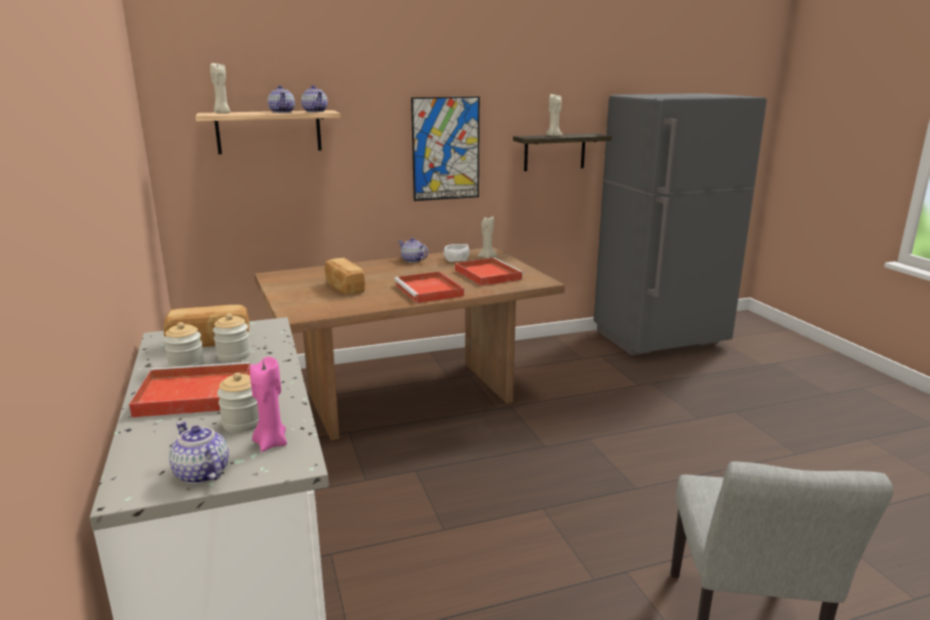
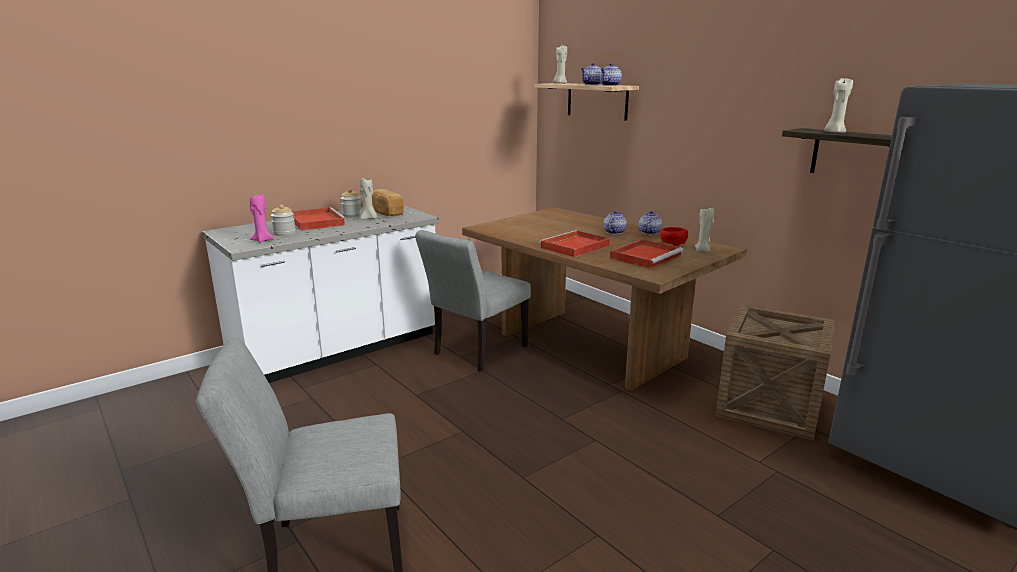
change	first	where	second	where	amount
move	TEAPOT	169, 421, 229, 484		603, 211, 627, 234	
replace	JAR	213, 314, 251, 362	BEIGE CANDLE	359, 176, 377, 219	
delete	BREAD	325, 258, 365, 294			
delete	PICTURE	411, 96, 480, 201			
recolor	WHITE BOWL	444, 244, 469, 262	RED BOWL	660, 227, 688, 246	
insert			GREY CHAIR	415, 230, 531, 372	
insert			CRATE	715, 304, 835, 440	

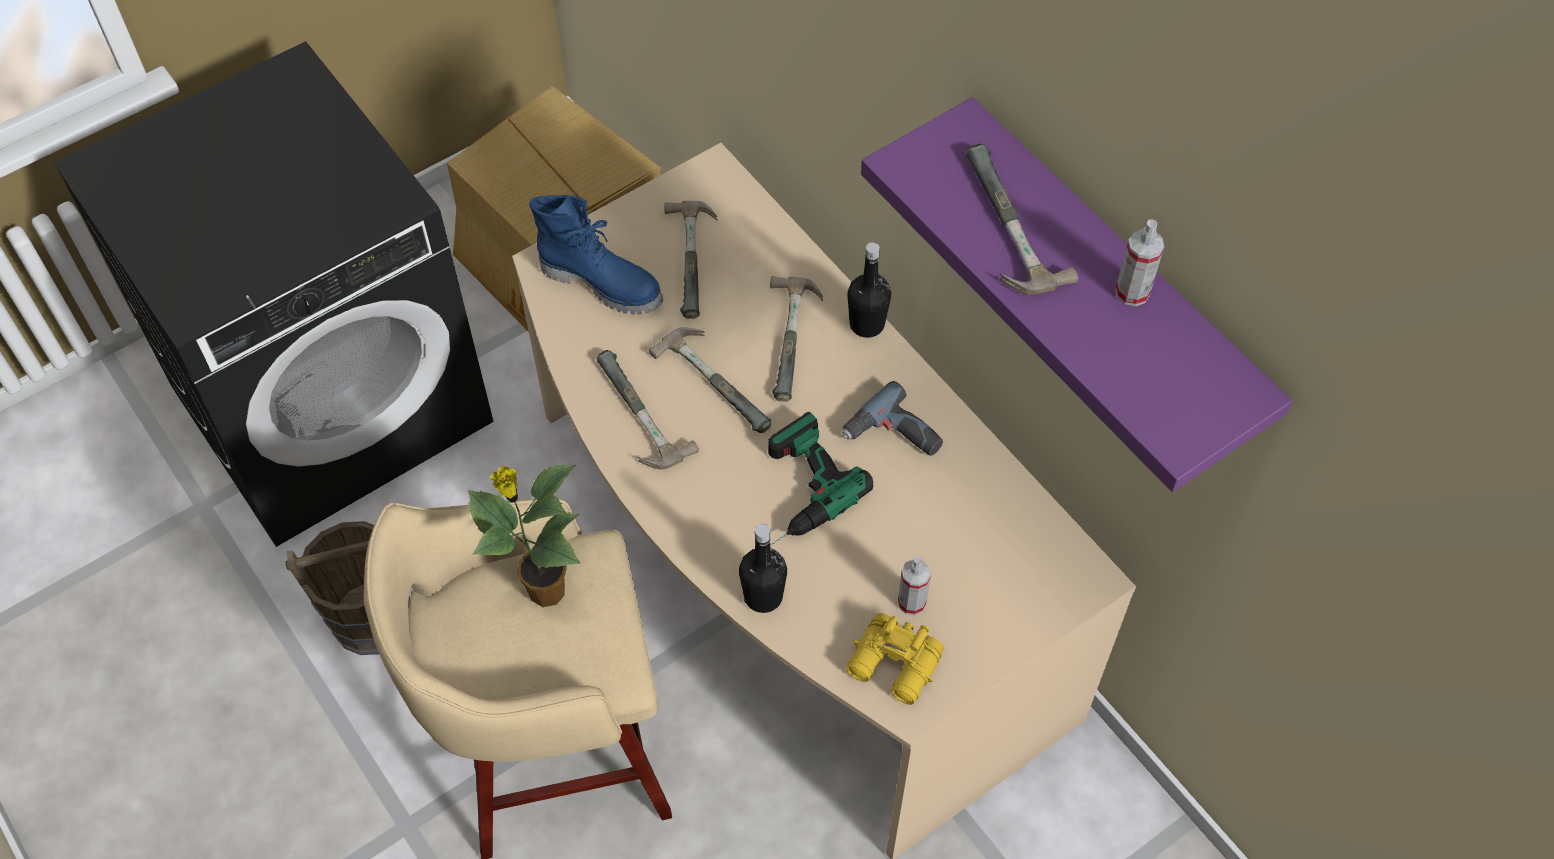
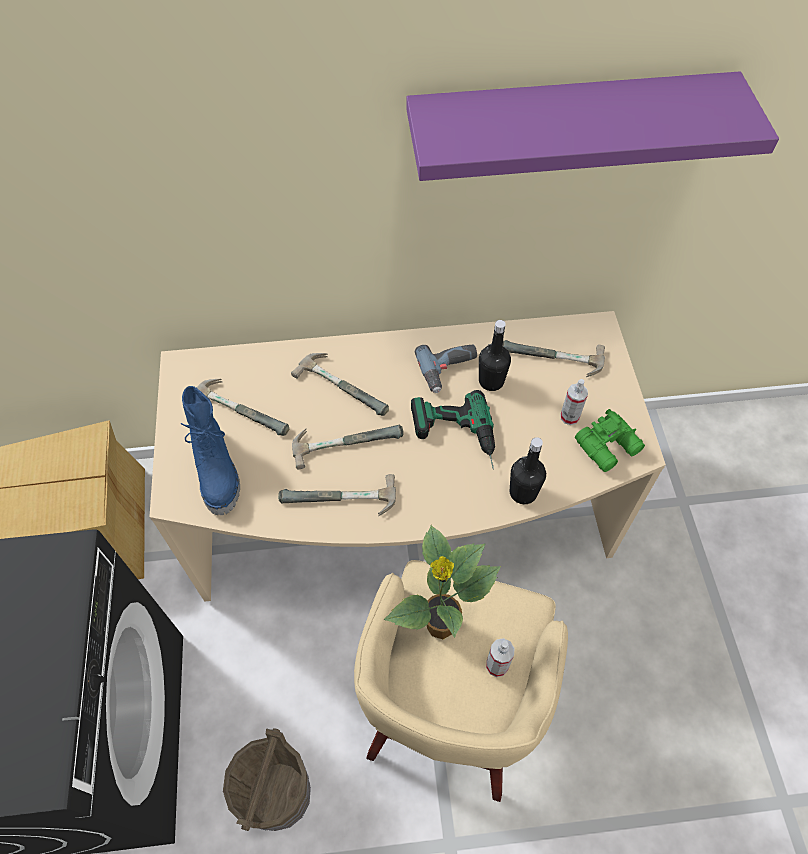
change	first	where	second	where	amount
rotate	BLUE BOOT	529, 195, 663, 314		181, 386, 240, 515	105 degrees clockwise
recolor	YELLOW BINOCULARS	846, 613, 944, 705	GREEN BINOCULARS	575, 409, 645, 472	
move	BLACK BOTTLE	847, 242, 891, 338		479, 320, 511, 391	
move	HAMMER	966, 144, 1078, 295		503, 340, 605, 377	
move	SPRAY BOTTLE	1115, 219, 1164, 306		486, 638, 514, 677	

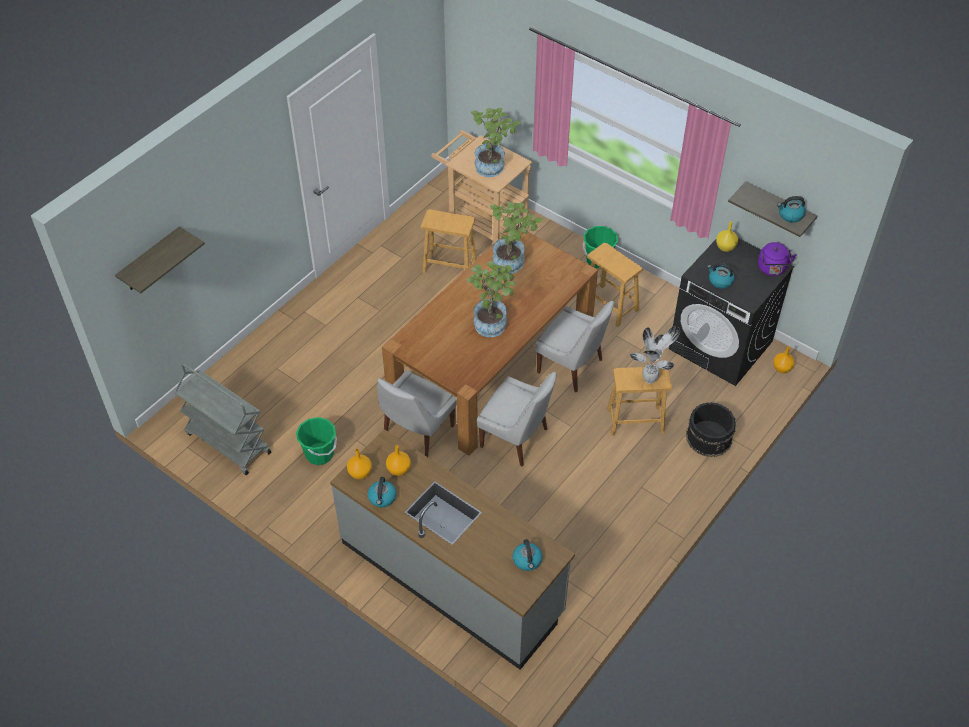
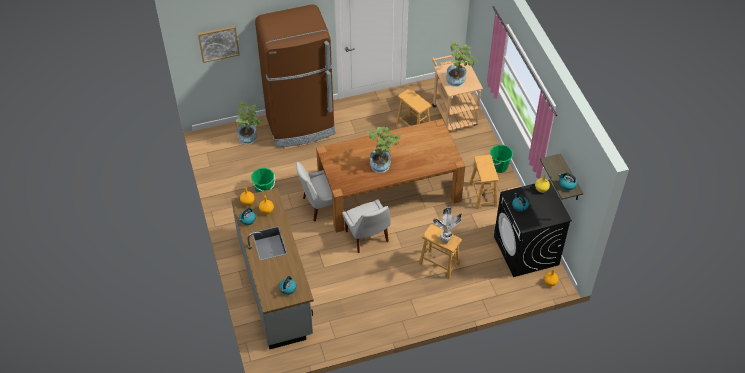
change	first	where	second	where	amount
replace	SHELF	115, 227, 205, 294	PICTURE	198, 26, 240, 63	
delete	GREY CART	174, 363, 271, 475			
move	POTTED PLANT	490, 202, 543, 274		236, 101, 263, 145	
delete	WHITE CHAIR	535, 301, 614, 392			
delete	BLACK BUCKET	686, 402, 736, 457			
delete	PURPLE KETTLE	758, 242, 796, 276			
insert			BROWN FRIDGE	255, 4, 335, 147	

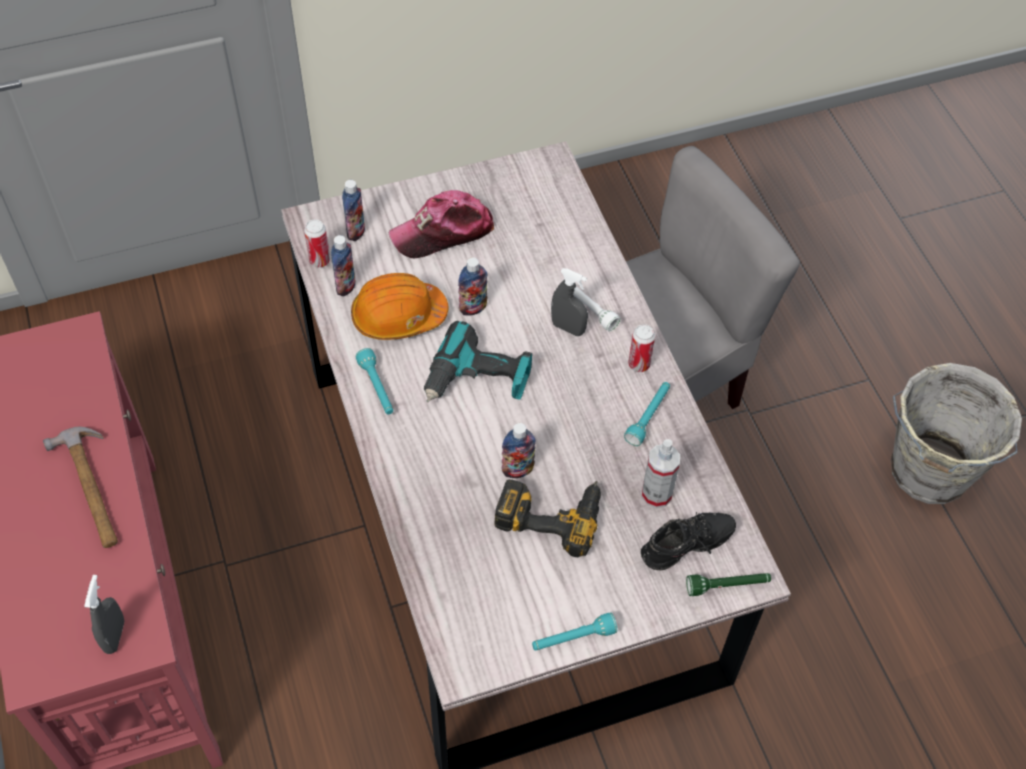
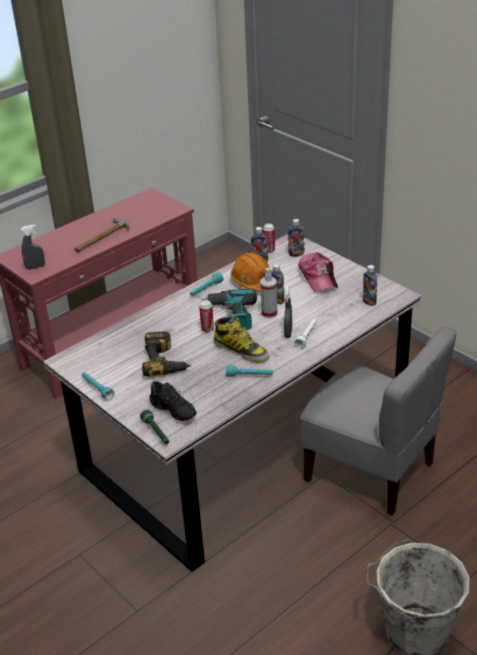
change	first	where	second	where	amount
rotate	CAP	388, 190, 494, 258		298, 252, 338, 292	150 degrees counterclockwise
move	BOTTLE	501, 423, 536, 478		363, 265, 377, 306	
move	CAN	628, 324, 655, 372		199, 300, 214, 332	
move	SPRAY BOTTLE	642, 439, 680, 508		260, 268, 277, 318	
insert			BOOT	214, 316, 269, 362	

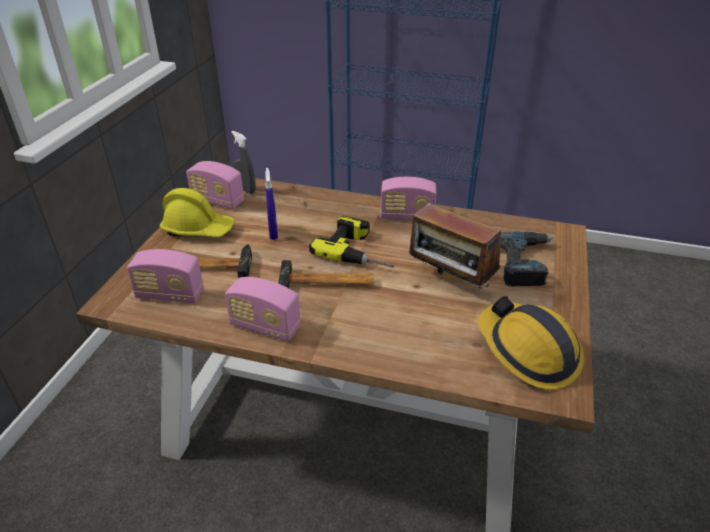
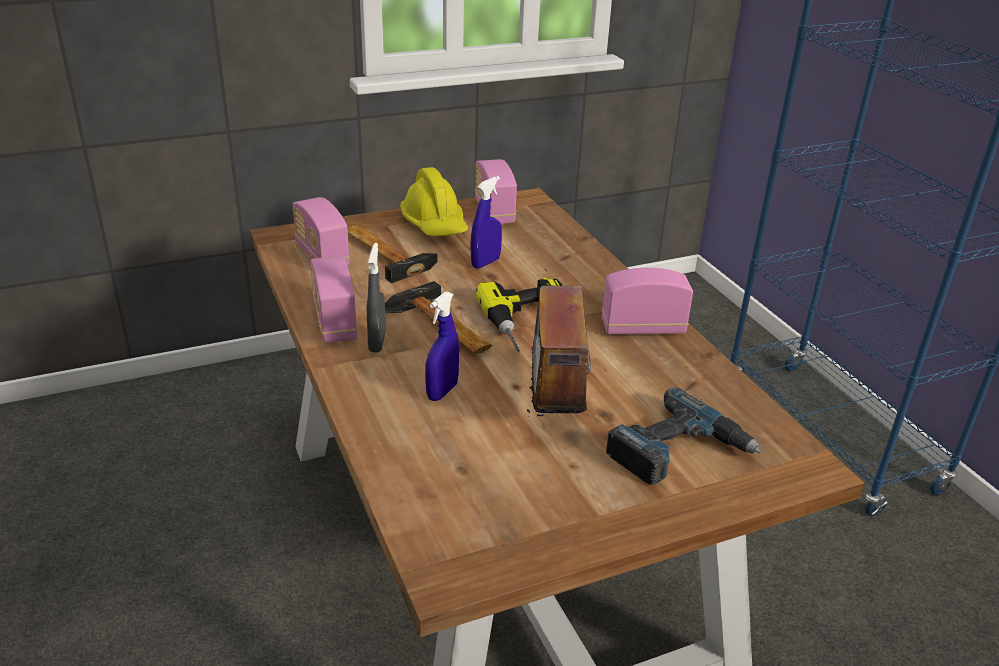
change	first	where	second	where	amount
move	GREY SPRAY BOTTLE	231, 131, 256, 194		367, 243, 386, 353	
rotate	RADIO	380, 177, 436, 221		602, 268, 693, 334	120 degrees clockwise
delete	HARD HAT	478, 296, 584, 390			
insert			BLUE SPRAY BOTTLE	425, 291, 459, 401	

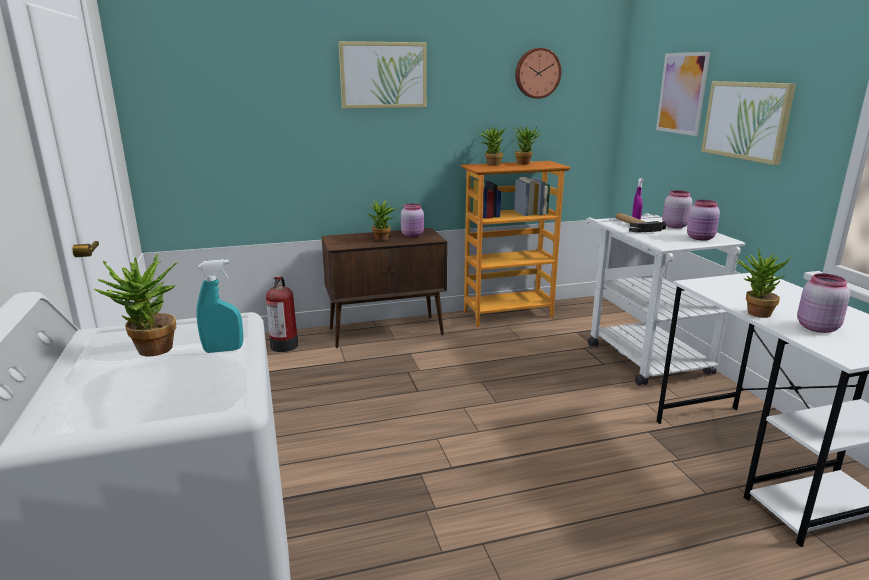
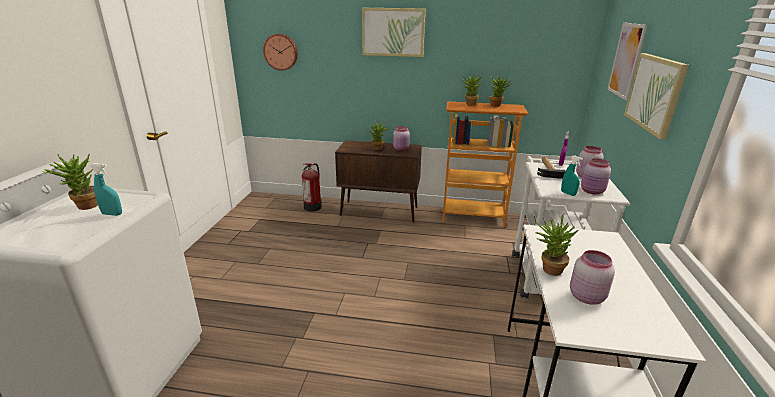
change	first	where	second	where	amount
move	WALL CLOCK	515, 48, 561, 99		263, 34, 298, 71	
insert			TURQUOISE SPRAY BOTTLE	561, 155, 583, 196	

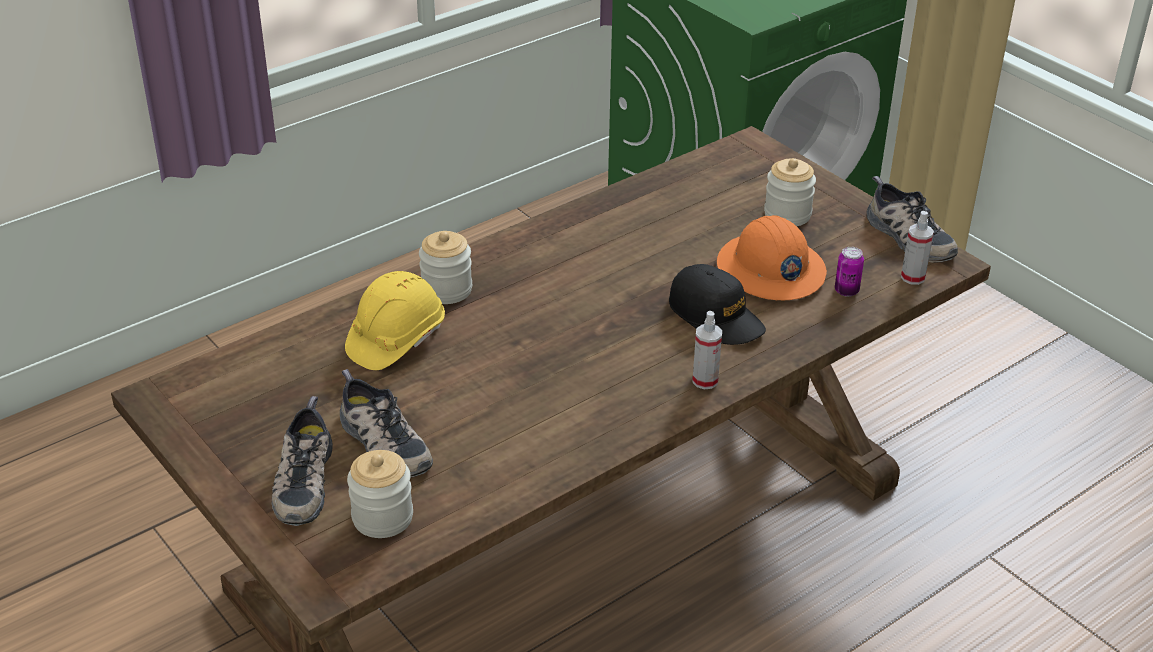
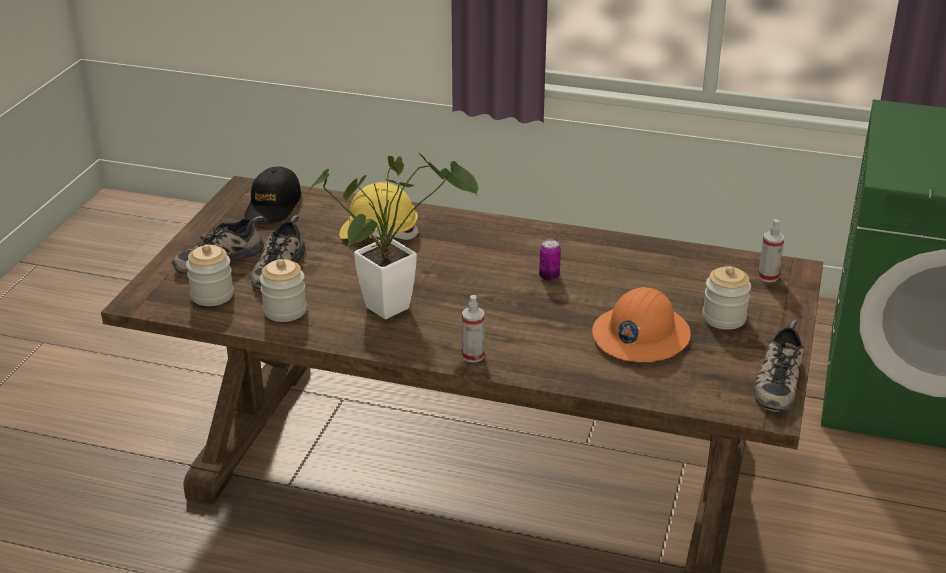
change	first	where	second	where	amount
move	JAR	419, 231, 472, 304		260, 259, 307, 322	
move	BLACK CAP	669, 264, 766, 345		244, 167, 301, 223	
move	CAN	835, 247, 864, 297		539, 239, 561, 281	
move	SPRAY BOTTLE	901, 211, 934, 285		758, 219, 784, 282	
insert			POTTED PLANT	305, 153, 478, 319	

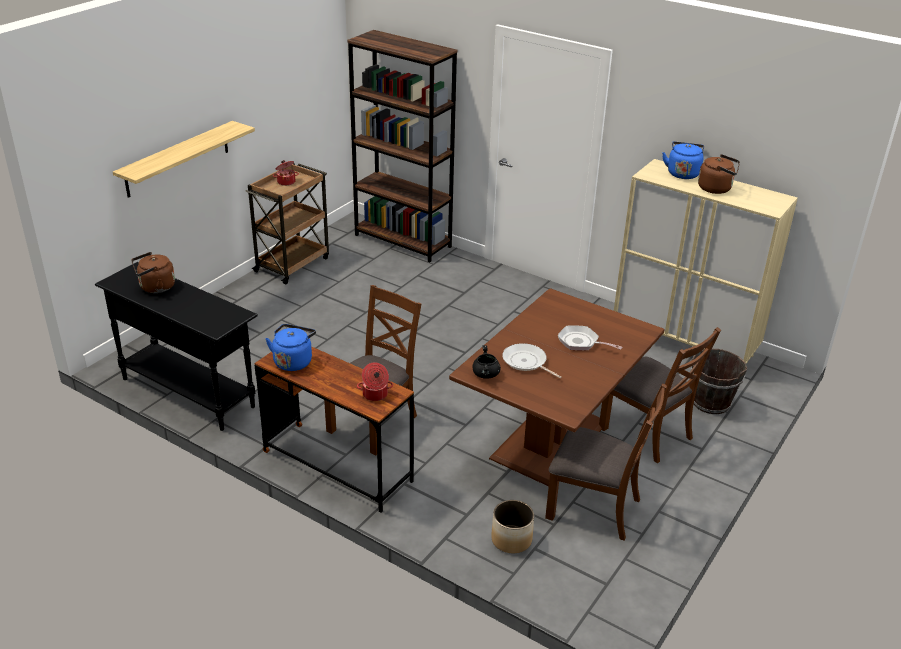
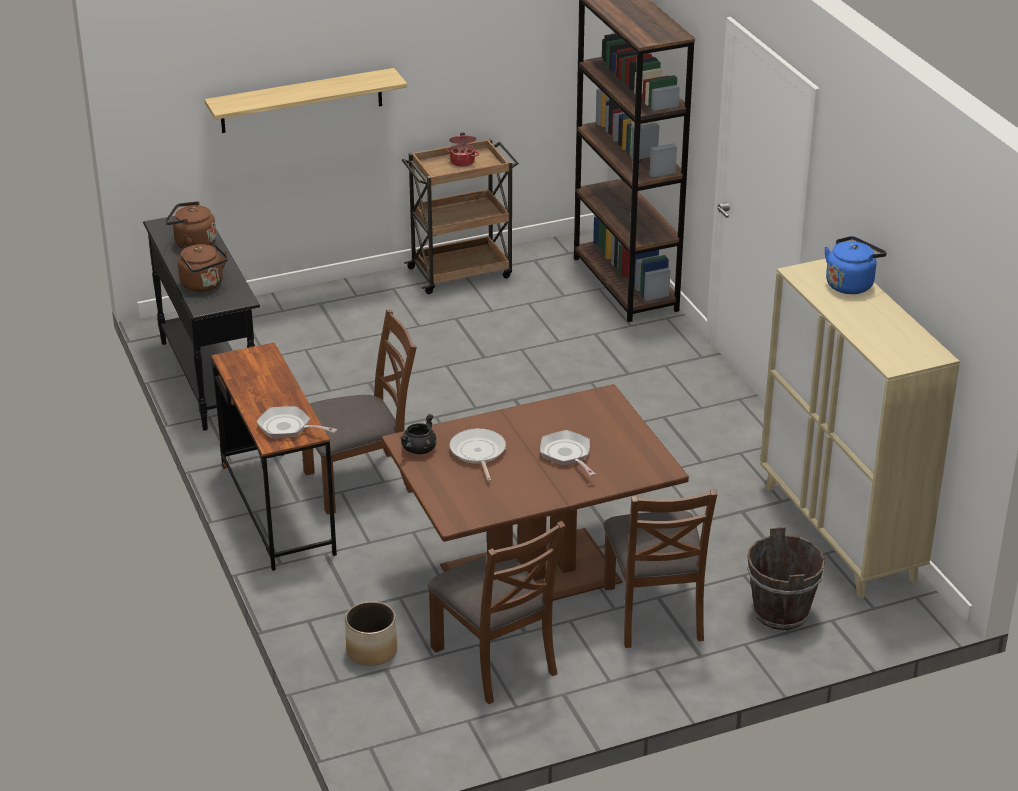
change	first	where	second	where	amount
delete	BLUE KETTLE	265, 324, 316, 371			
replace	COOKING POT	357, 362, 393, 401	FRYING PAN	256, 406, 337, 439	
move	BROWN KETTLE	698, 154, 740, 194		178, 244, 228, 292	

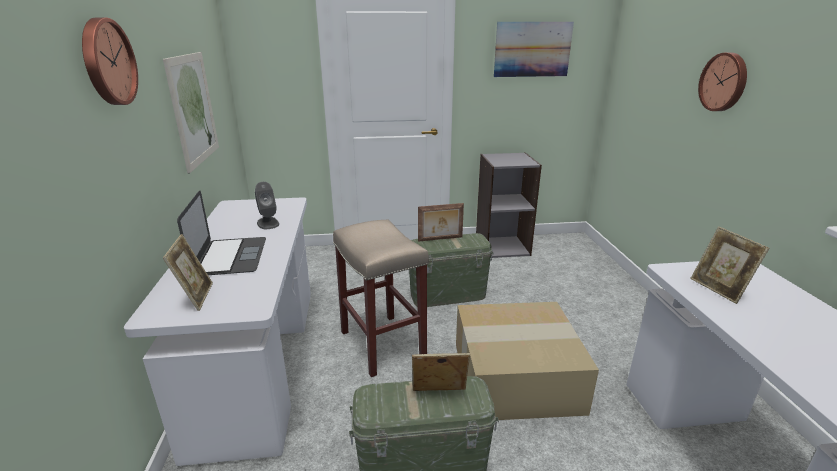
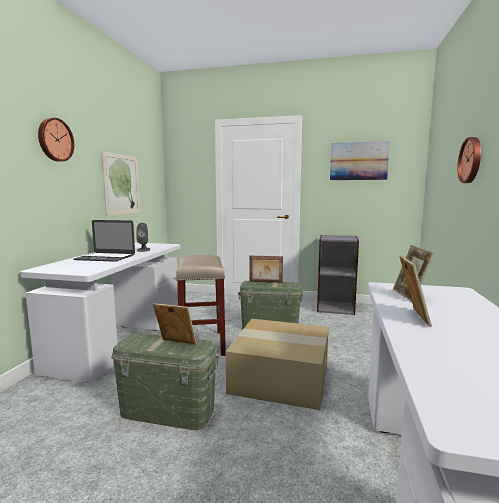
change	first	where	second	where	amount
move	PICTURE FRAME	163, 234, 213, 311		400, 256, 432, 327	
rotate	LAPTOP	177, 191, 266, 275		73, 220, 135, 262	90 degrees clockwise

